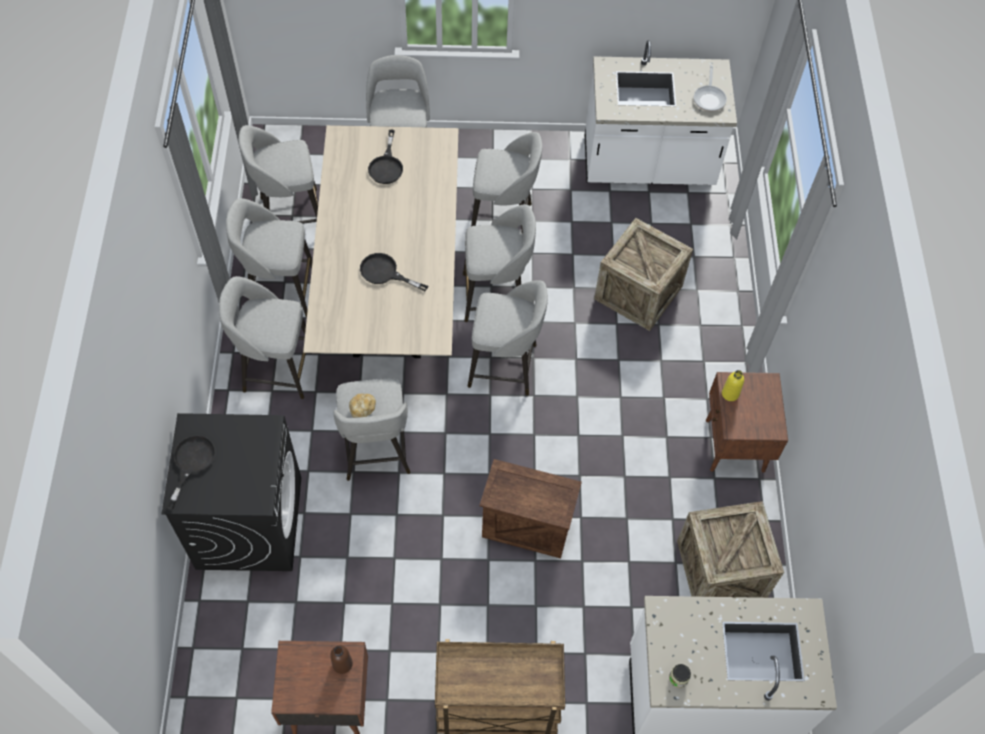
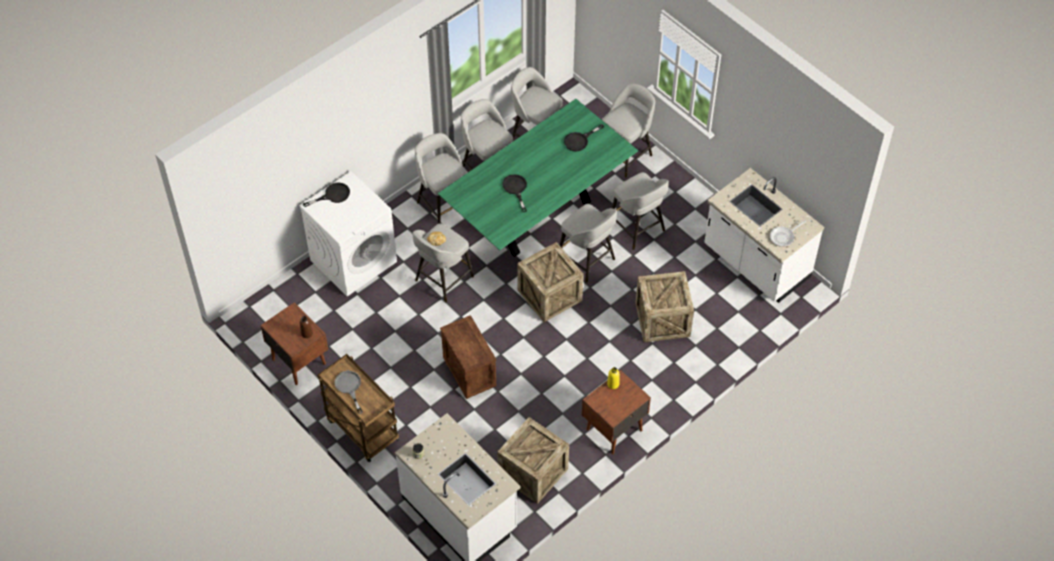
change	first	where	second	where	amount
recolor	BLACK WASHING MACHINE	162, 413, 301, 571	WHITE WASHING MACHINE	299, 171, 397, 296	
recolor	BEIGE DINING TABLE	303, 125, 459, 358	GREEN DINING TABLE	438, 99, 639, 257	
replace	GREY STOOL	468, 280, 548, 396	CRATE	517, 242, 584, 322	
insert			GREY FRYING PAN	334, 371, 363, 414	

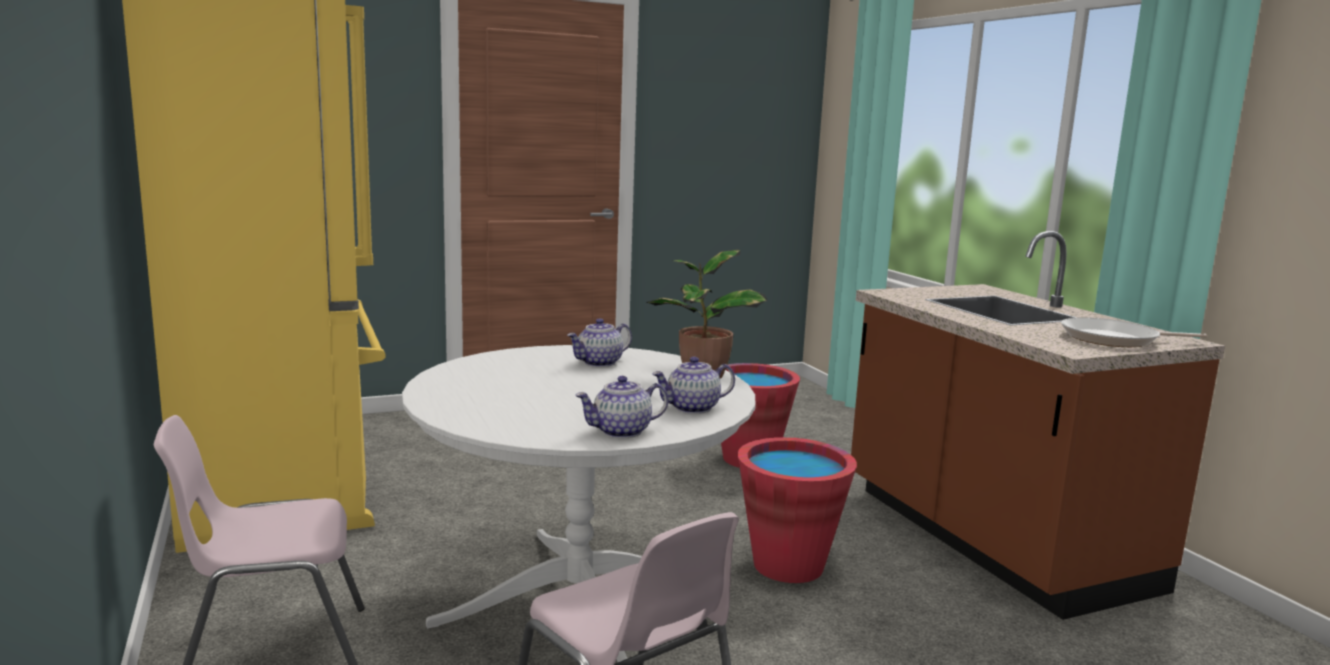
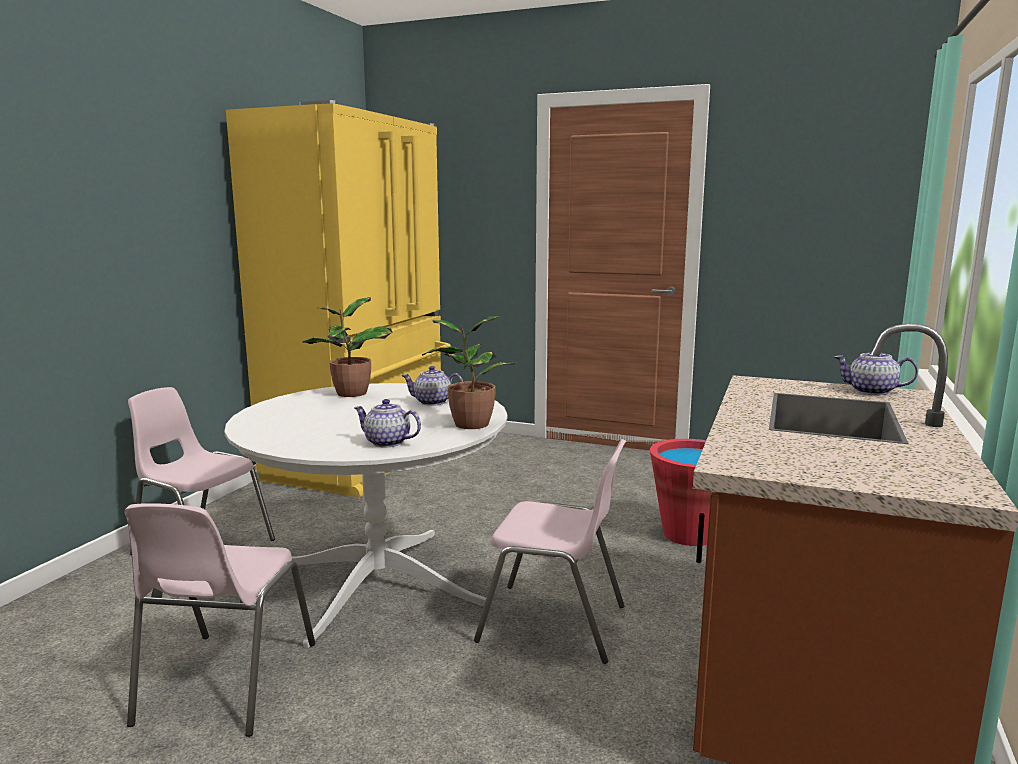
change	first	where	second	where	amount
move	TEAPOT	575, 376, 668, 438		834, 348, 918, 395	
replace	RED BUCKET	738, 437, 857, 583	PINK CHAIR	474, 439, 626, 664	
delete	FRYING PAN	1061, 317, 1207, 347			
insert			POTTED PLANT	302, 297, 393, 397	

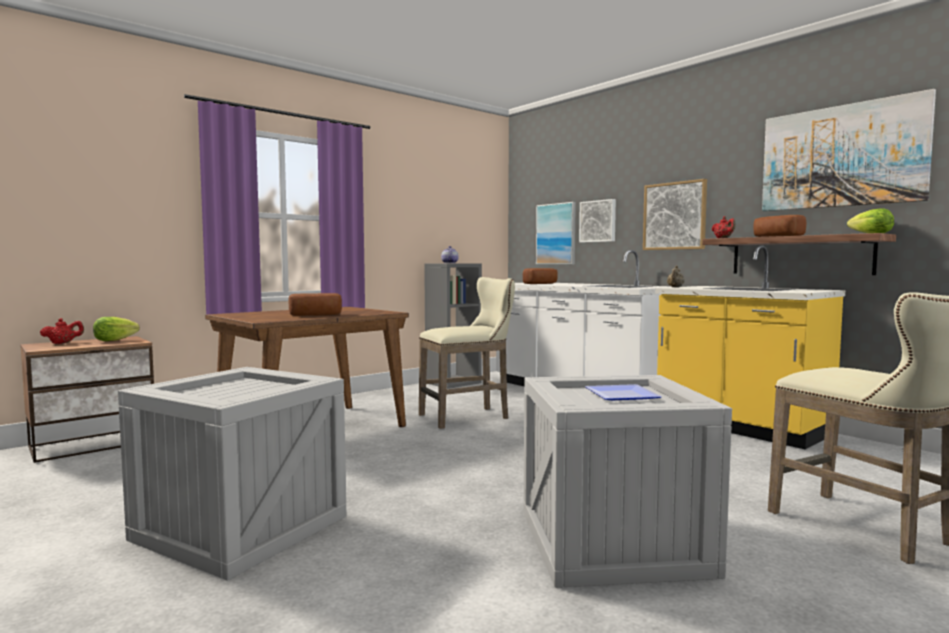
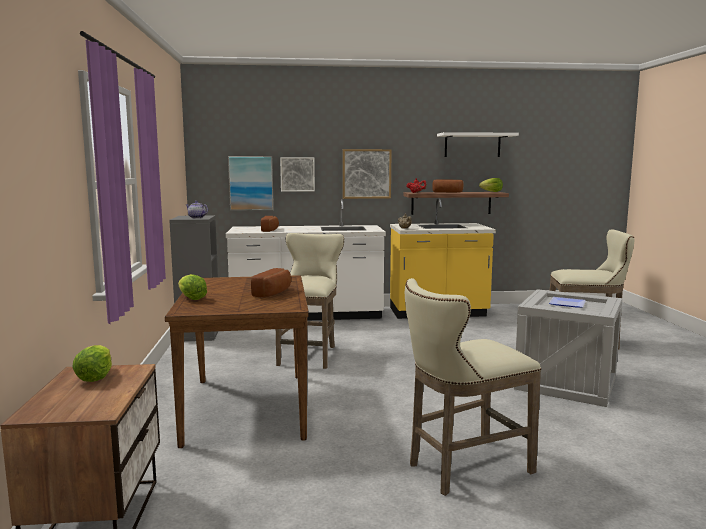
change	first	where	second	where	amount
delete	RED TEAPOT	40, 318, 84, 344			
replace	CRATE	118, 367, 346, 581	BEIGE STOOL	405, 278, 541, 496	
replace	PICTURE	762, 89, 936, 211	WHITE SHELF	437, 132, 519, 157	
insert			LETTUCE	178, 274, 207, 300	

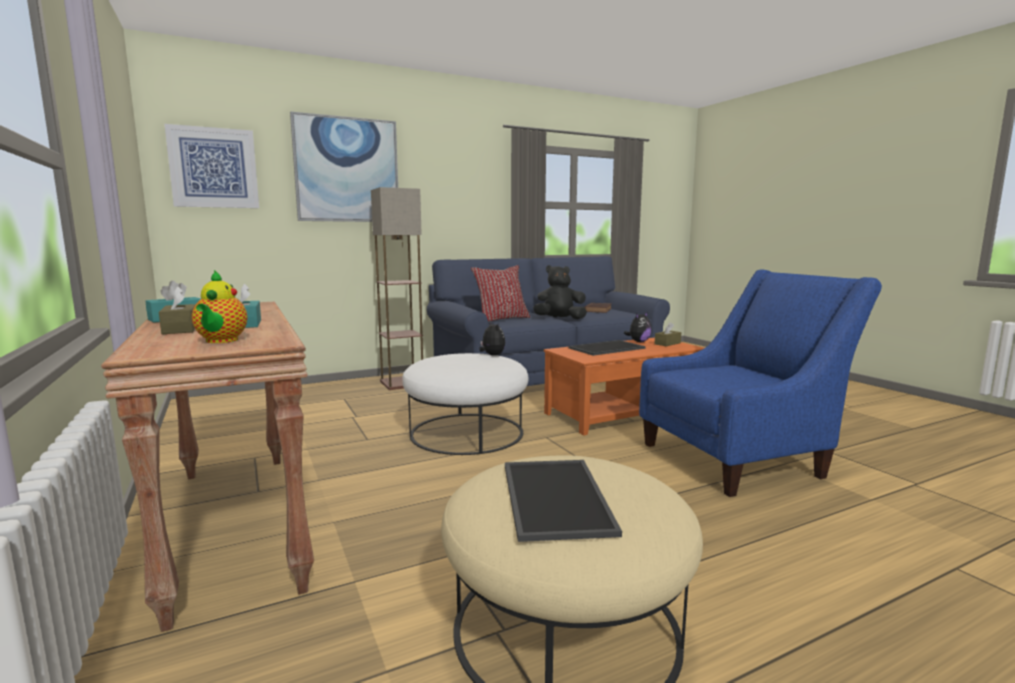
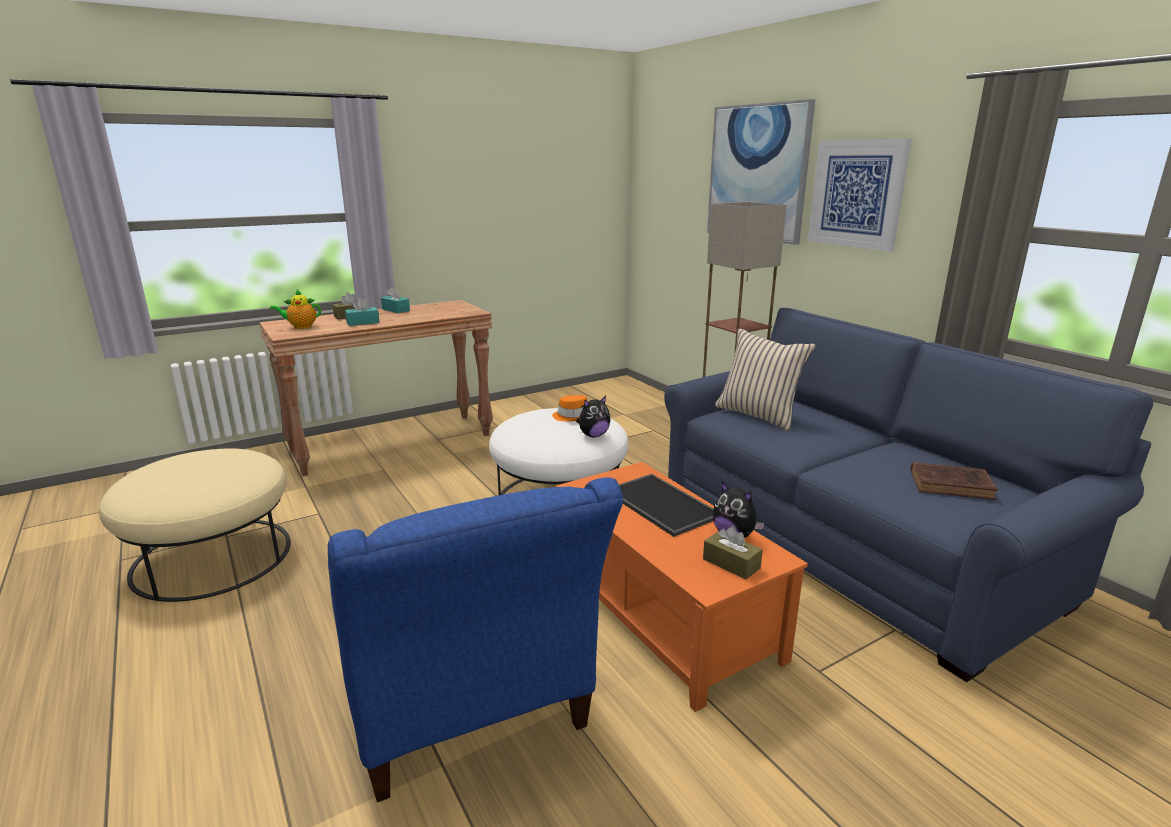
change	first	where	second	where	amount
move	PICTURE	164, 124, 259, 208		808, 138, 912, 252	
recolor	RED PILLOW	471, 265, 530, 322	BEIGE PILLOW	715, 328, 816, 431	
delete	TRAY	505, 460, 622, 542			
delete	BLACK PLUSH TOY	533, 265, 587, 319			
insert			ORANGE HAT	552, 395, 587, 422	

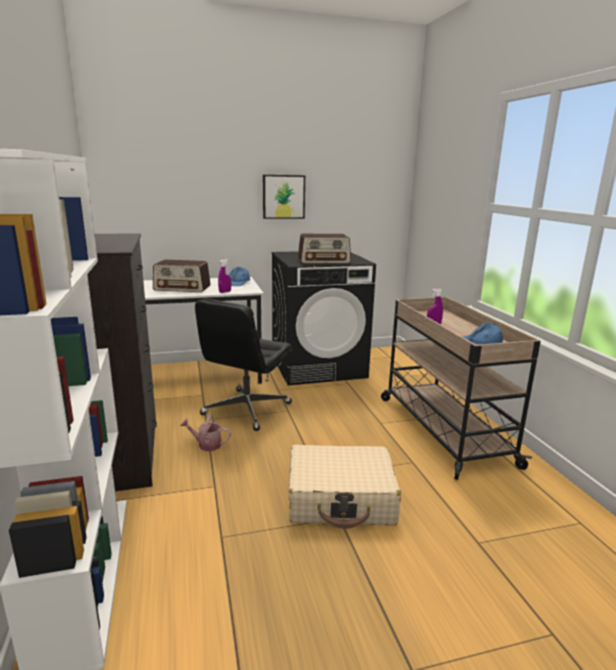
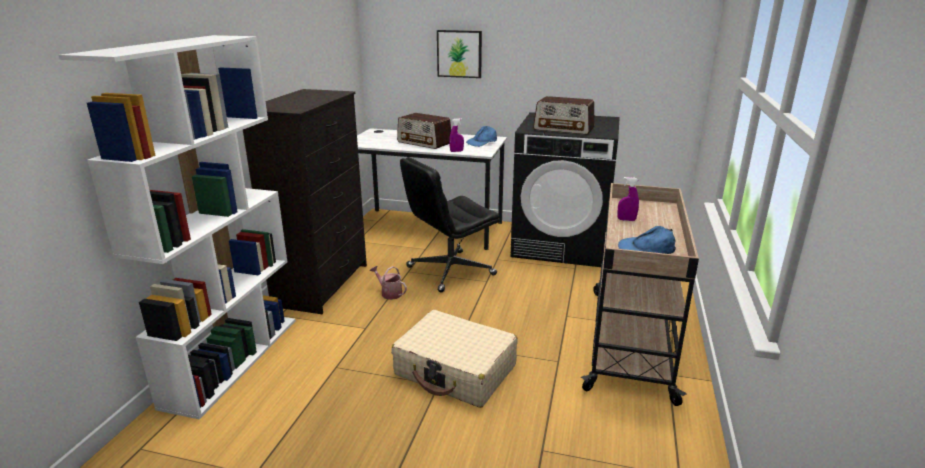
change	first	where	second	where	amount
move	PICTURE	263, 175, 305, 219		437, 30, 482, 78	

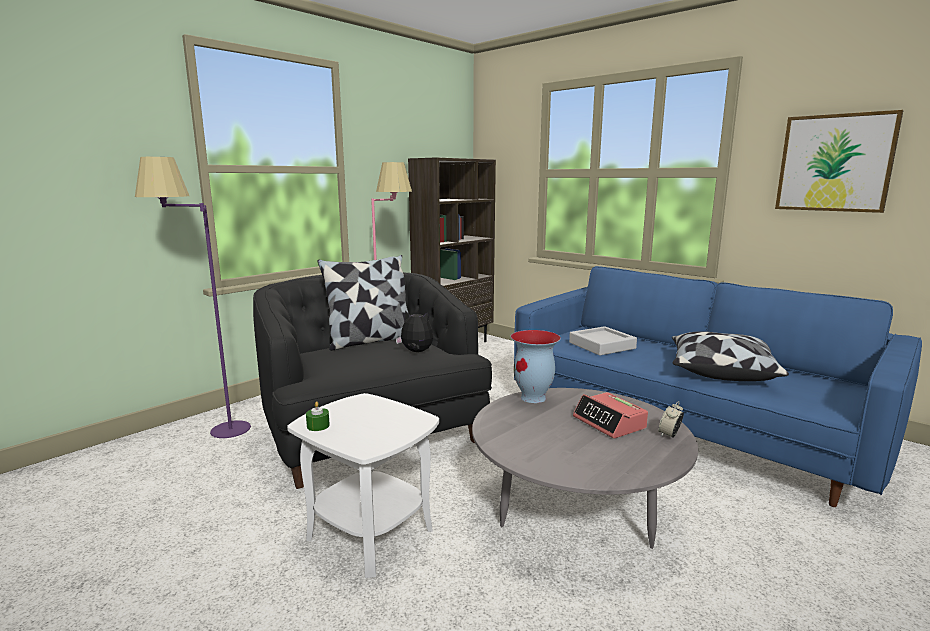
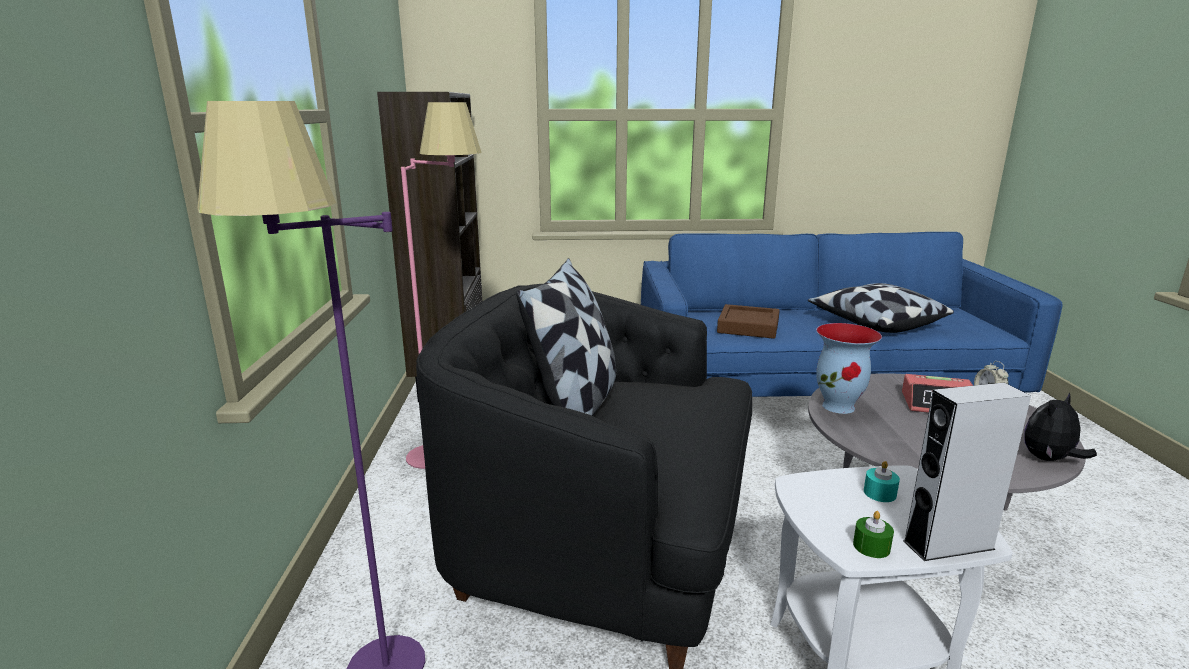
change	first	where	second	where	amount
move	PLUSH TOY	396, 310, 433, 352		1024, 392, 1097, 461	
recolor	GREY TRAY	569, 326, 637, 355	BROWN TRAY	717, 304, 780, 339	
delete	PICTURE	775, 110, 904, 213			
insert			TURQUOISE CANDLE	864, 461, 900, 502	
insert			GREY SPEAKER	903, 383, 1031, 561	

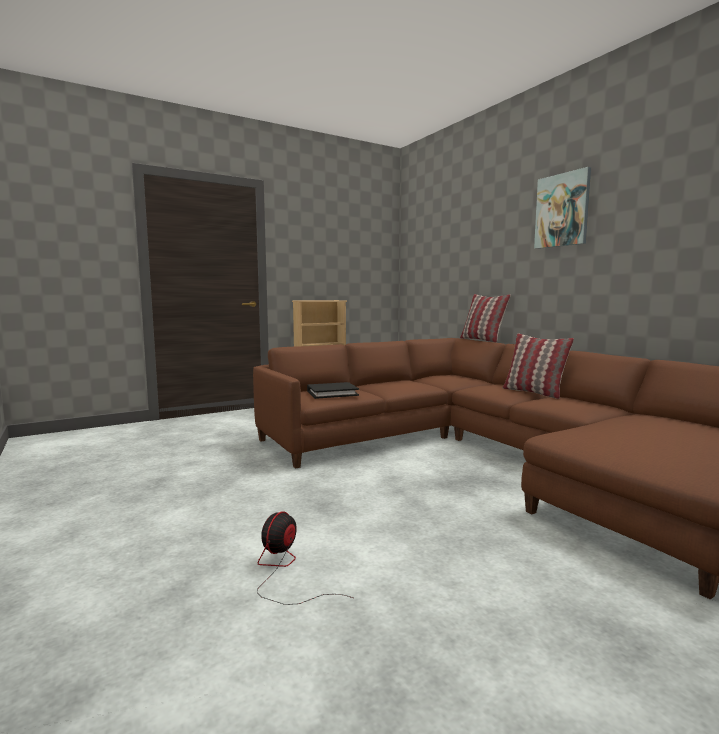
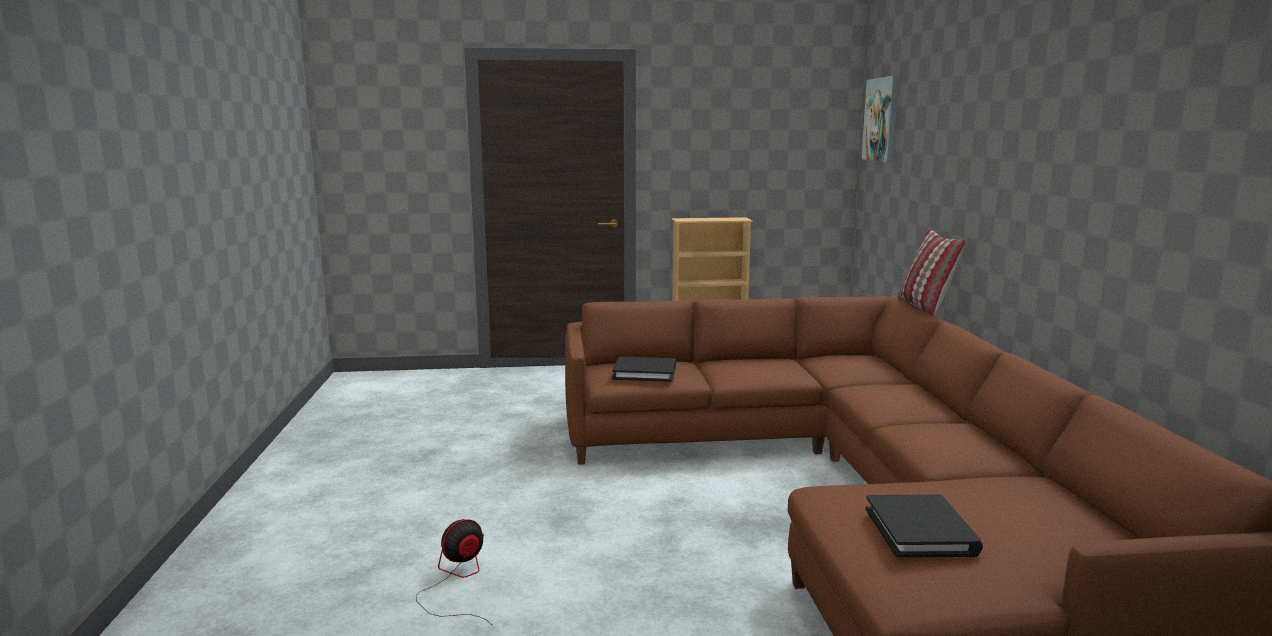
change	first	where	second	where	amount
delete	PILLOW	502, 334, 574, 399			
move	PICTURE	534, 167, 591, 249		861, 76, 898, 162	
insert			BLACK BOOK	866, 494, 983, 558	

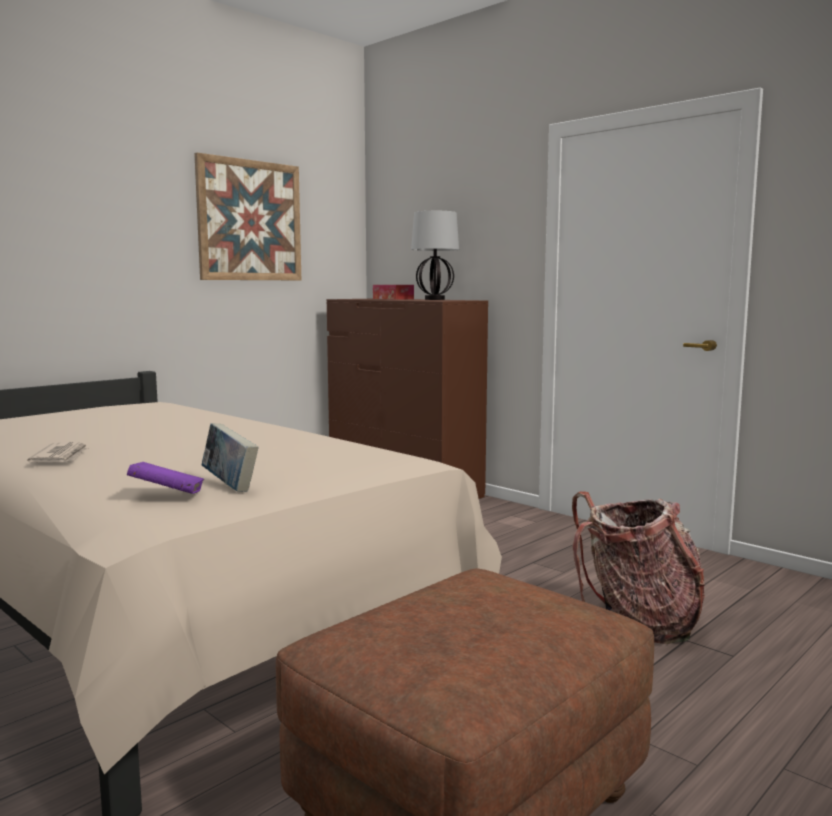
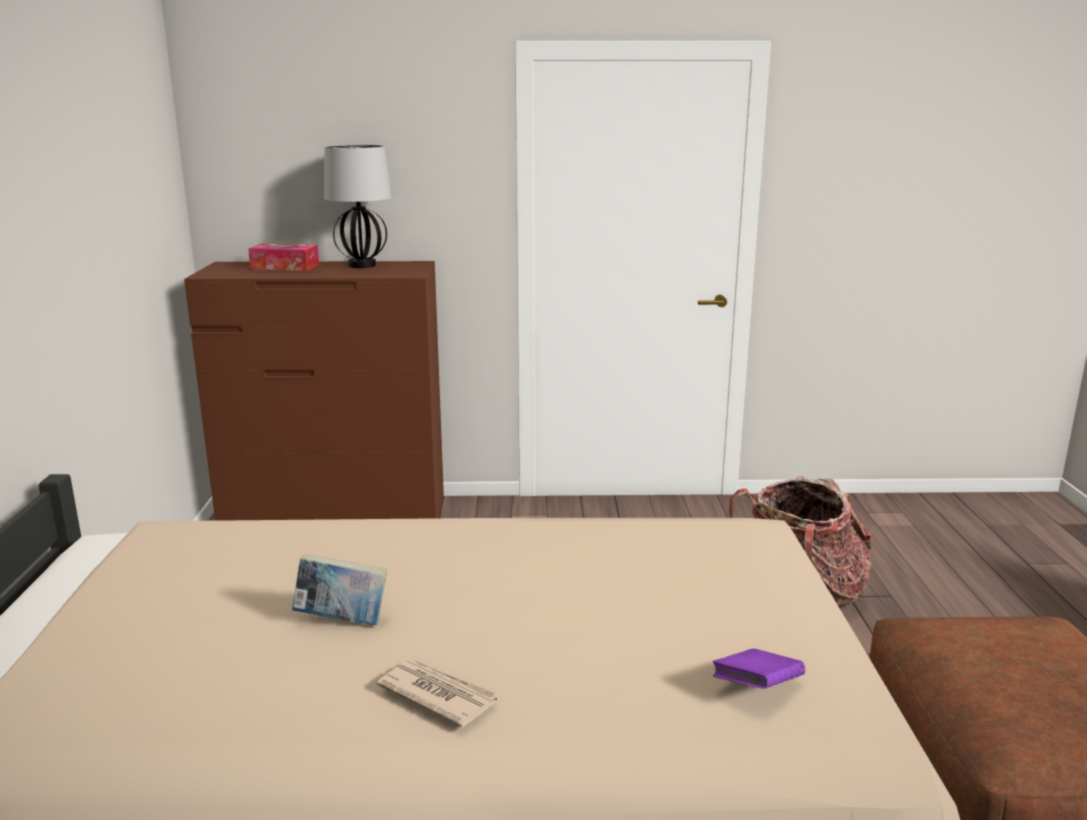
change	first	where	second	where	amount
delete	PICTURE	194, 153, 301, 280			
move	BOOK	202, 423, 259, 492		292, 554, 387, 625	

